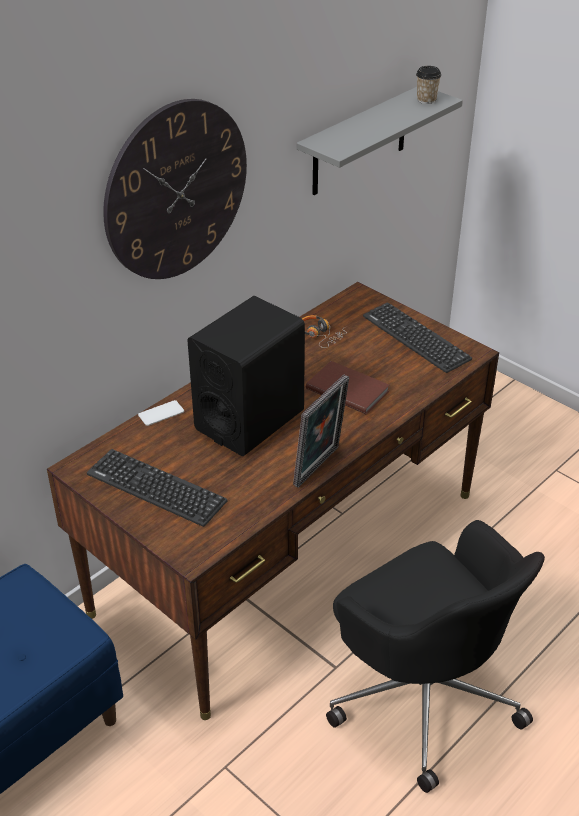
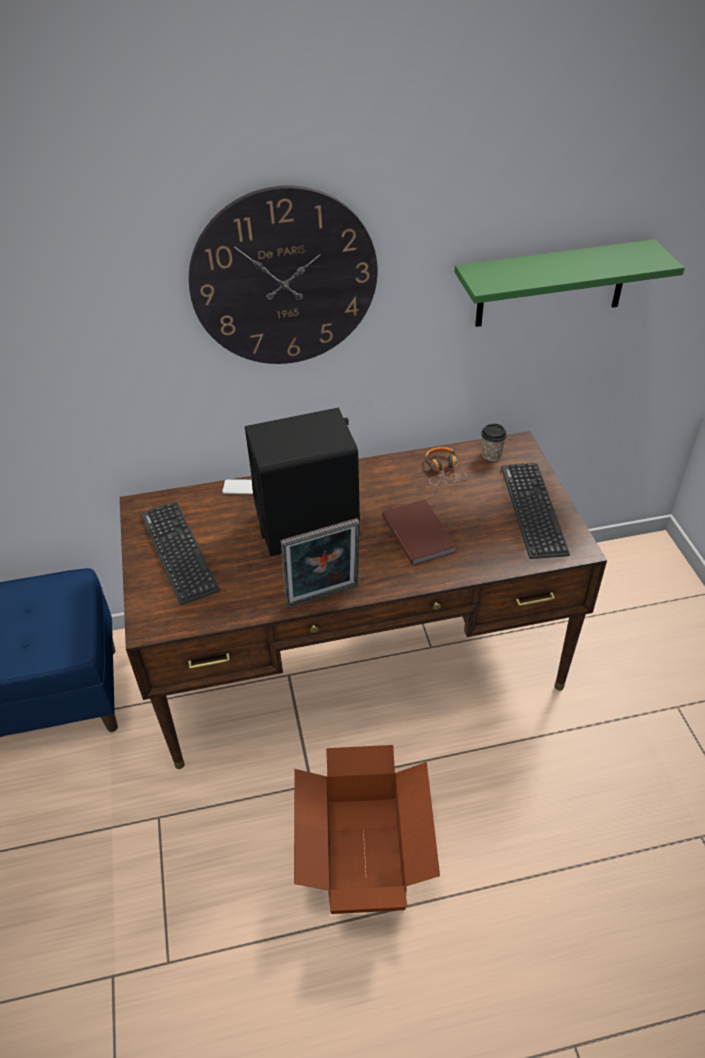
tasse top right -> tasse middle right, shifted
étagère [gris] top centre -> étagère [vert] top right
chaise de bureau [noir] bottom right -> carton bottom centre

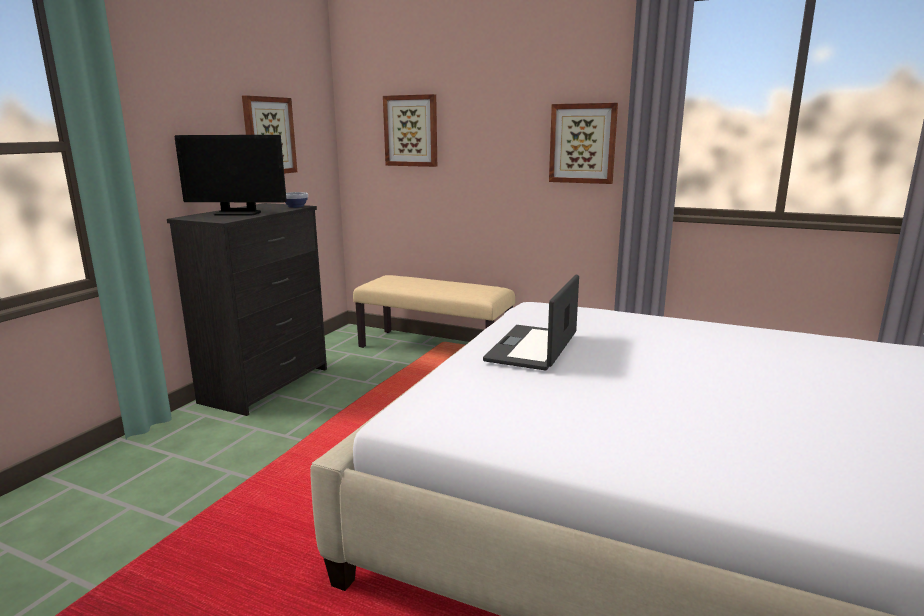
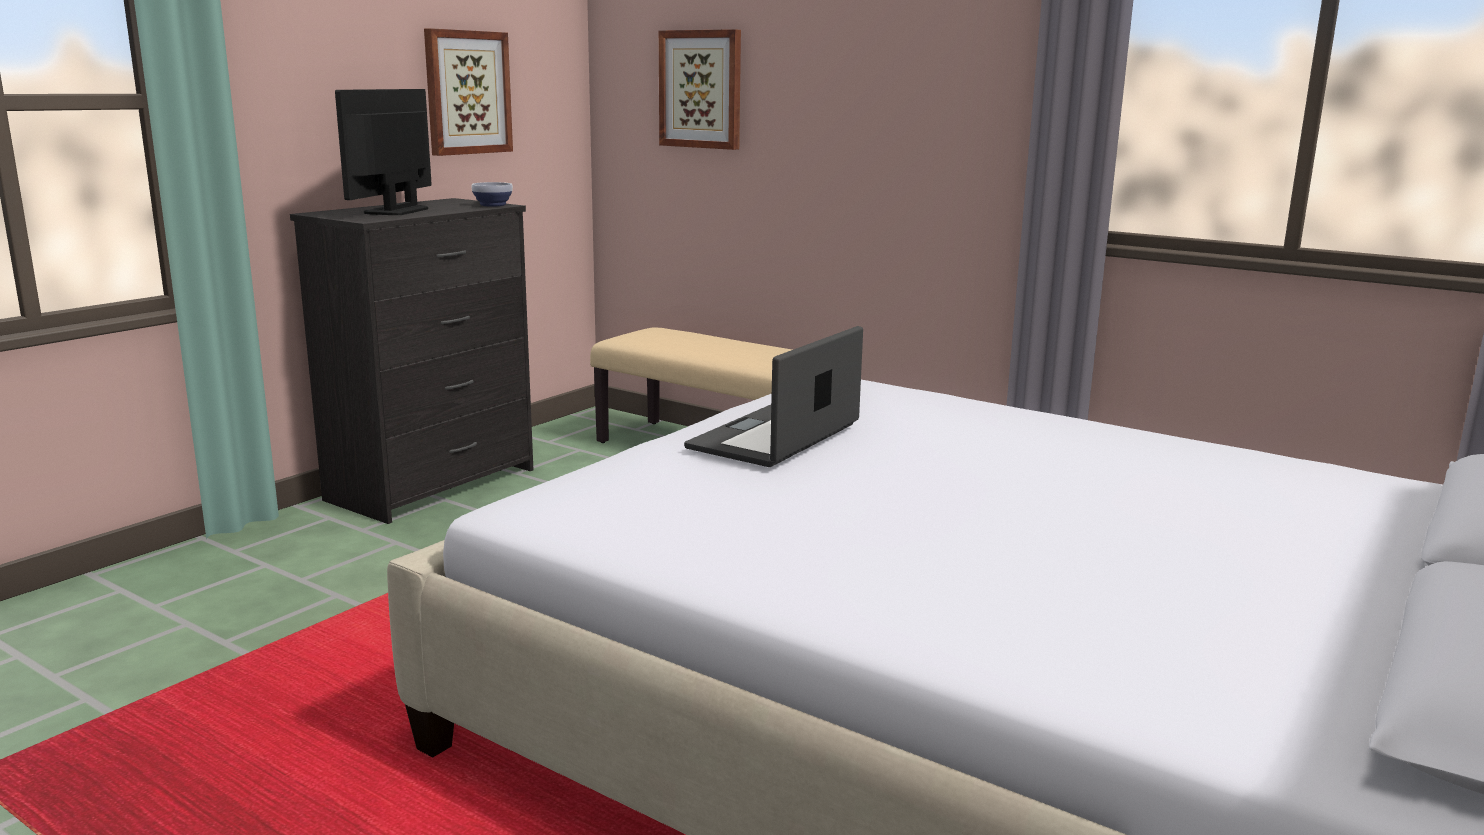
tableau (no. 3 from left) top centre -> none
écran d'ordinateur top left, 90 degrees clockwise

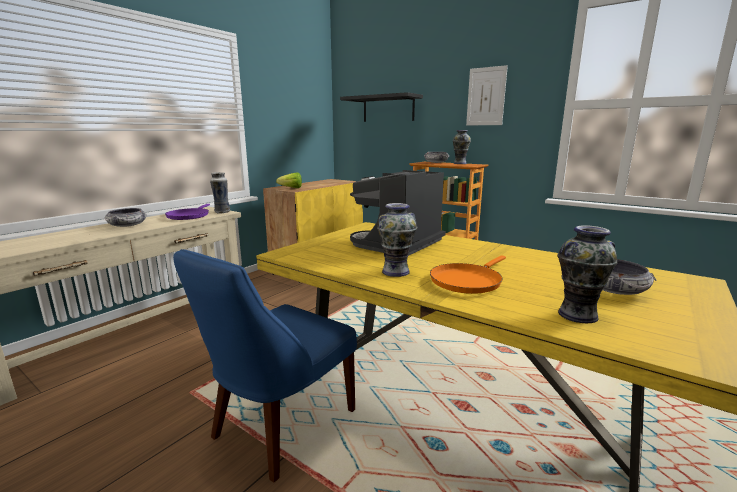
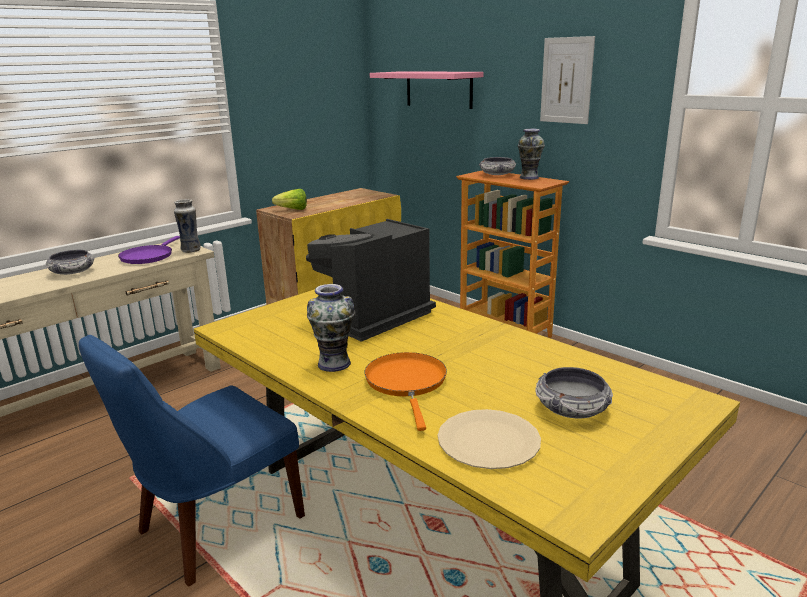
étagère [noir] top centre -> étagère [rose] top centre
vase (no. 4 from left) middle right -> assiette [beige] bottom centre
poêle [orange] centre, 120 degrees clockwise

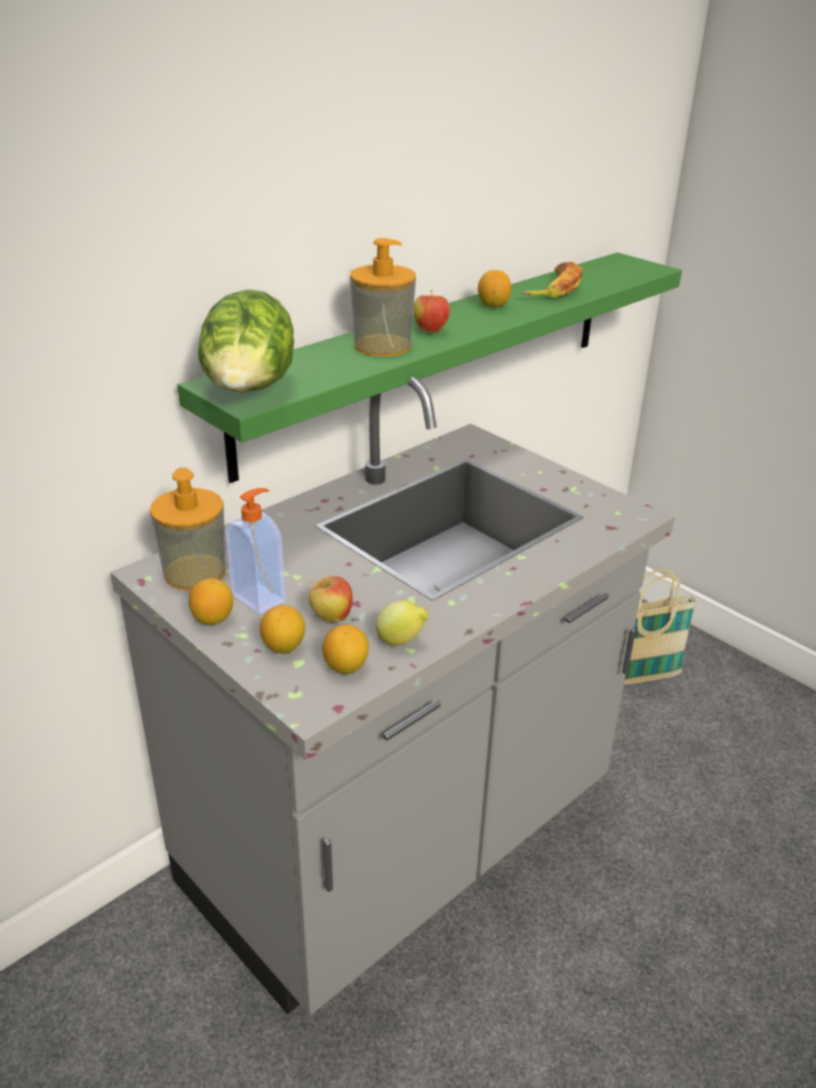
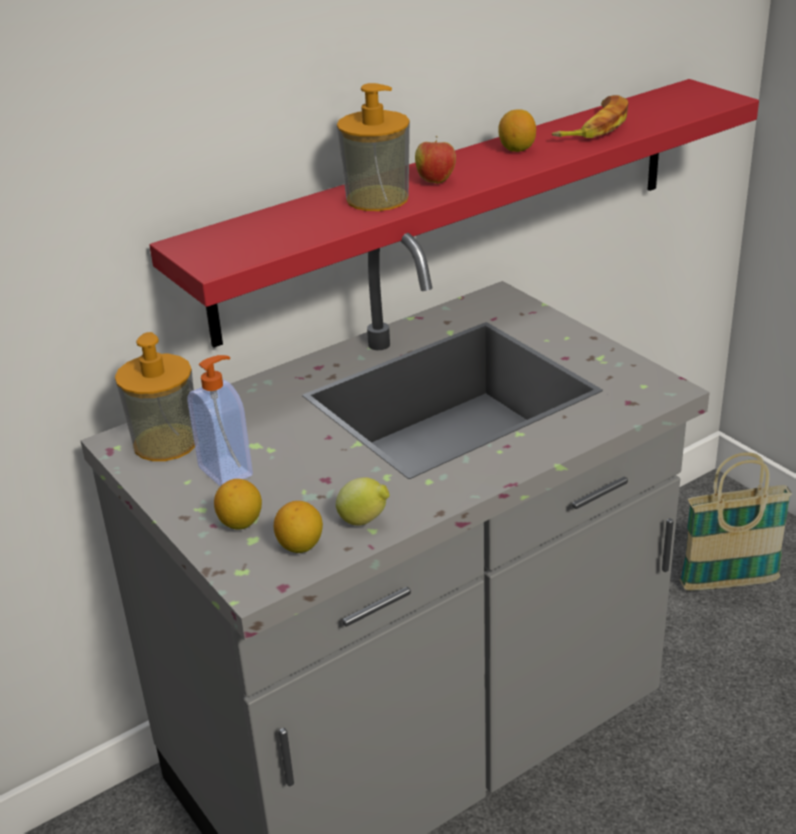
étagère [vert] centre -> étagère [rouge] top centre
laitue top left -> none
pomme (no. 1 from left) centre -> none
citron (no. 1 from left) middle left -> none

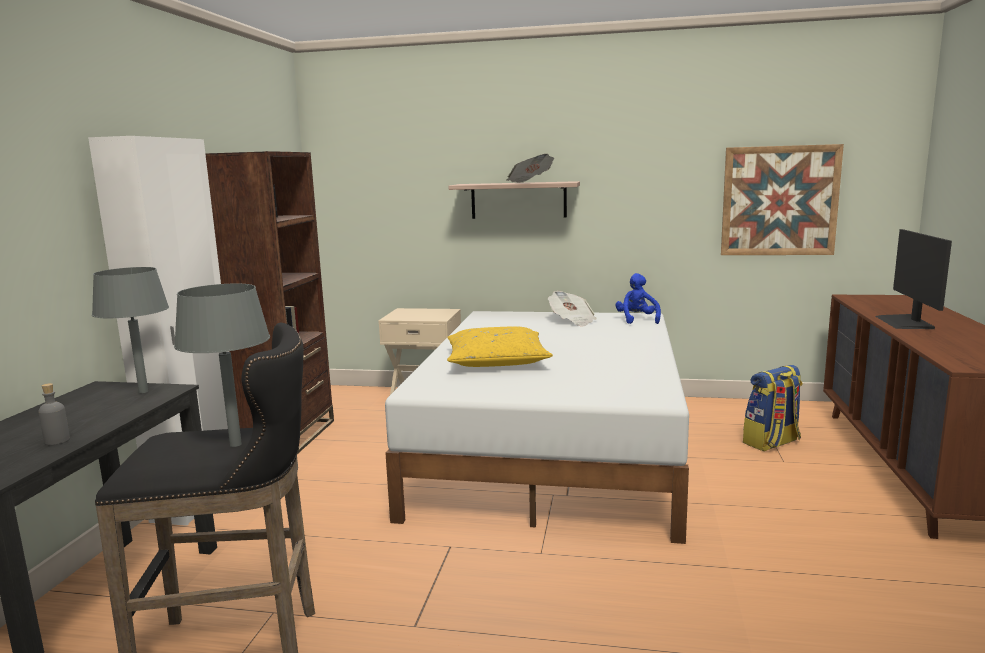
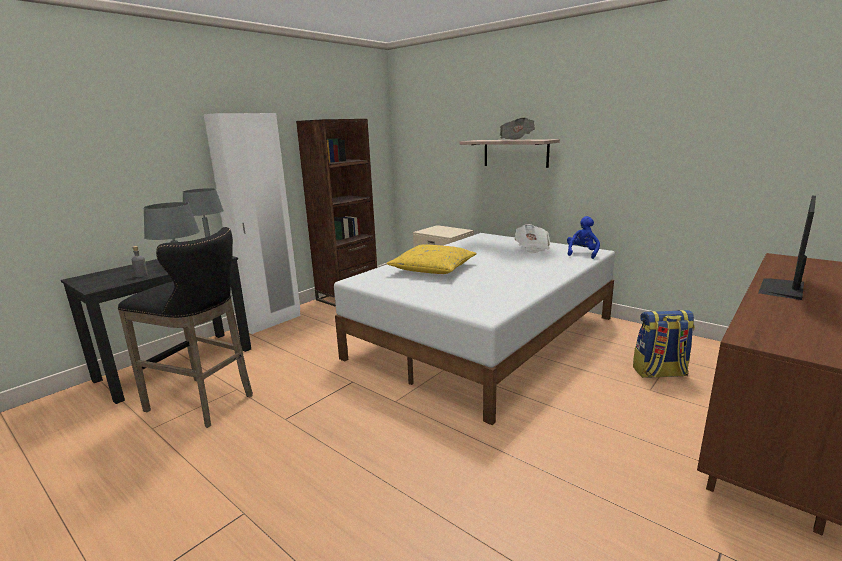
tableau top right -> none

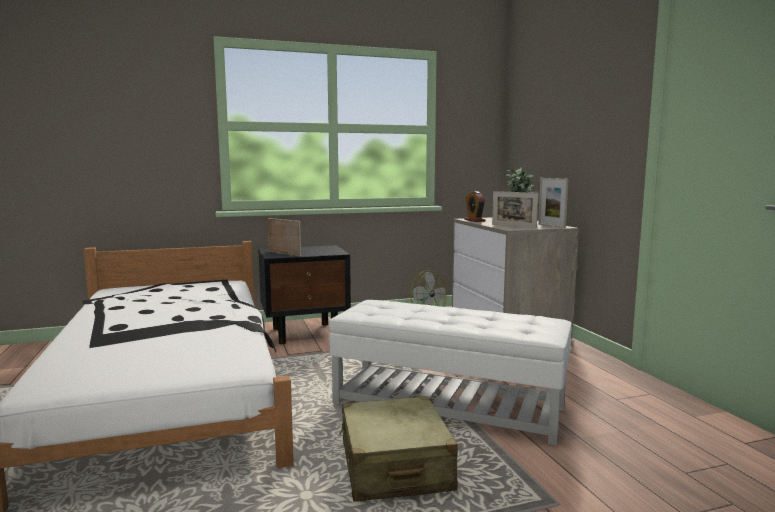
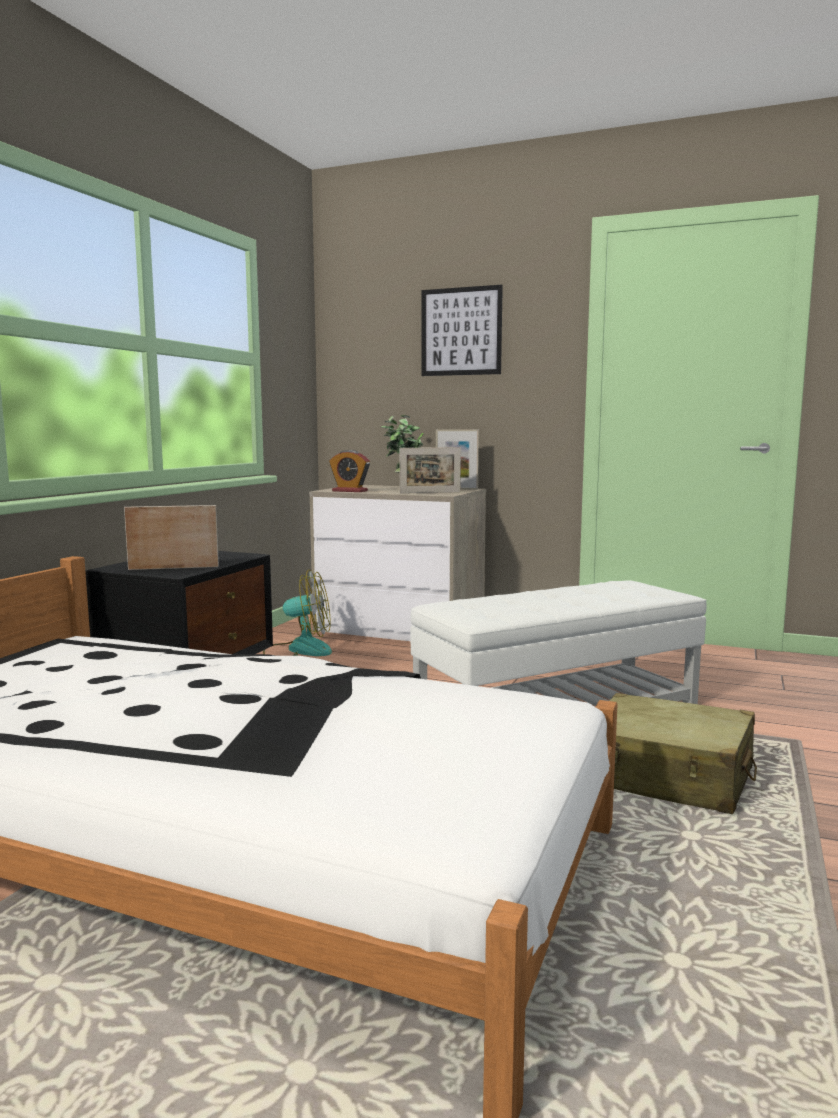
none -> tableau top centre

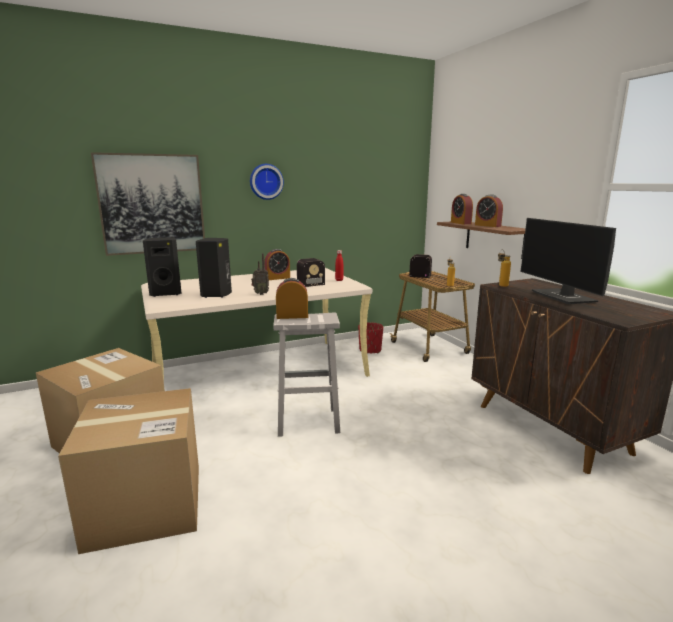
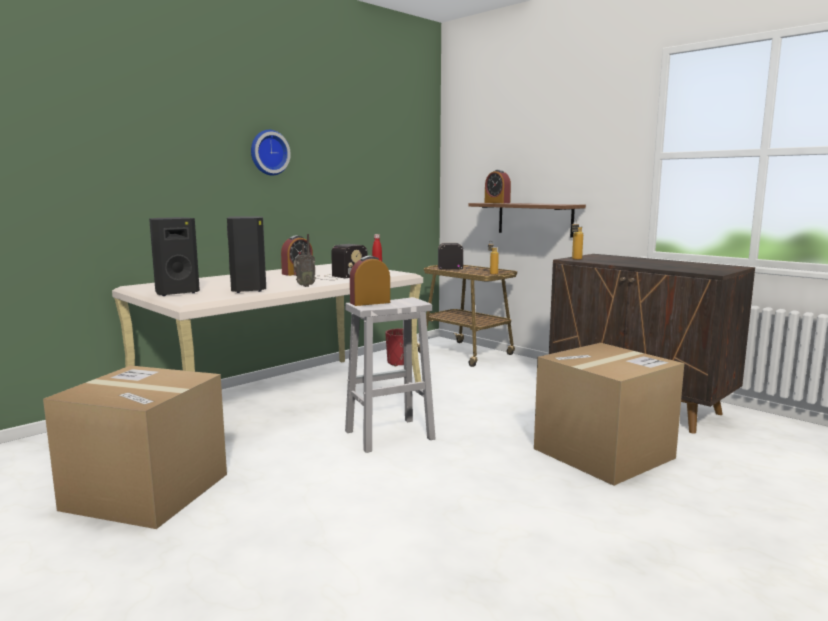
tableau top left -> none
réveil (no. 4 from left) middle right -> none
écran d'ordinateur middle right -> none
carton (no. 2 from left) bottom left -> carton (no. 2 from left) bottom right, shifted

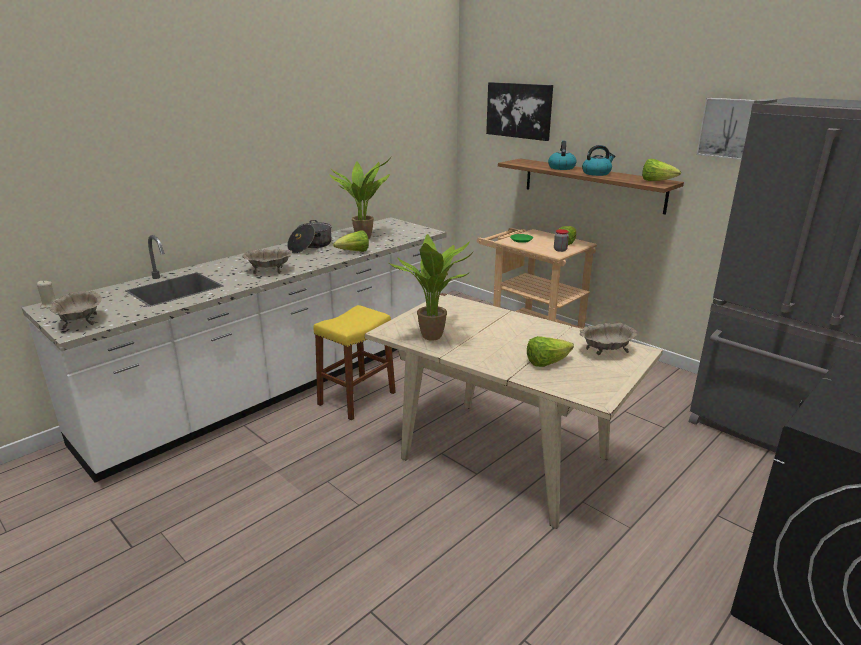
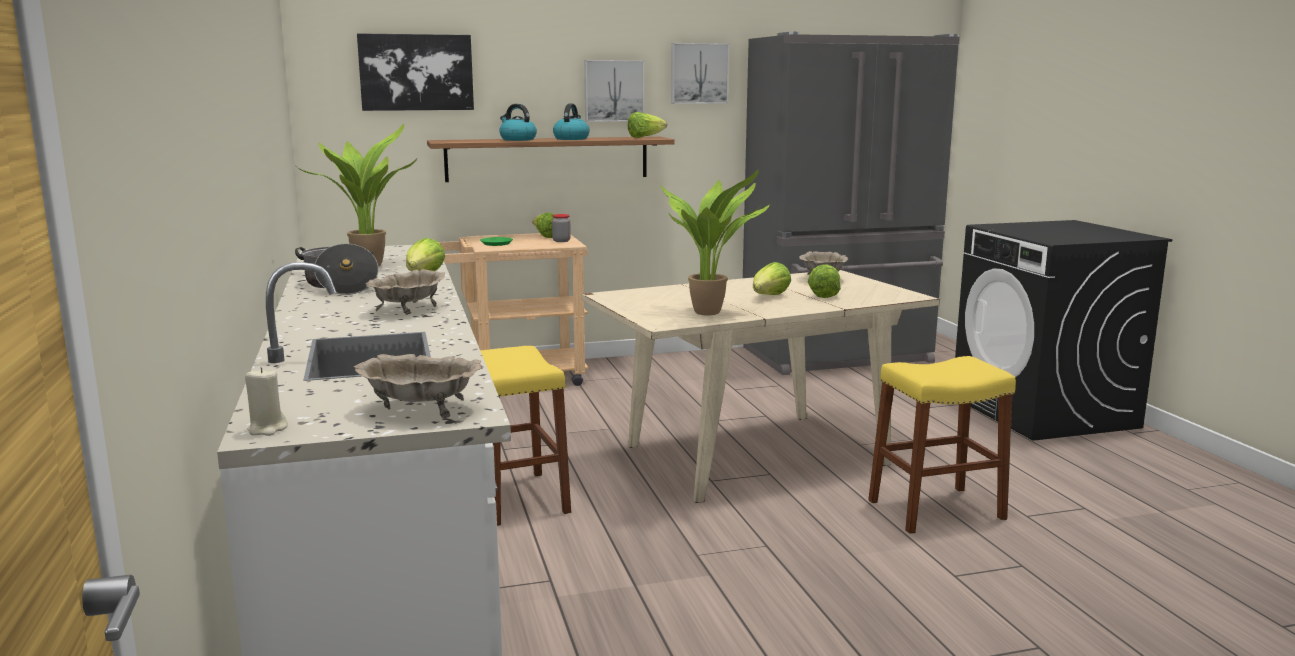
none -> tableau (no. 2 from left) top centre
none -> laitue (no. 4 from left) centre
none -> tabouret [jaune] (no. 2 from left) bottom right

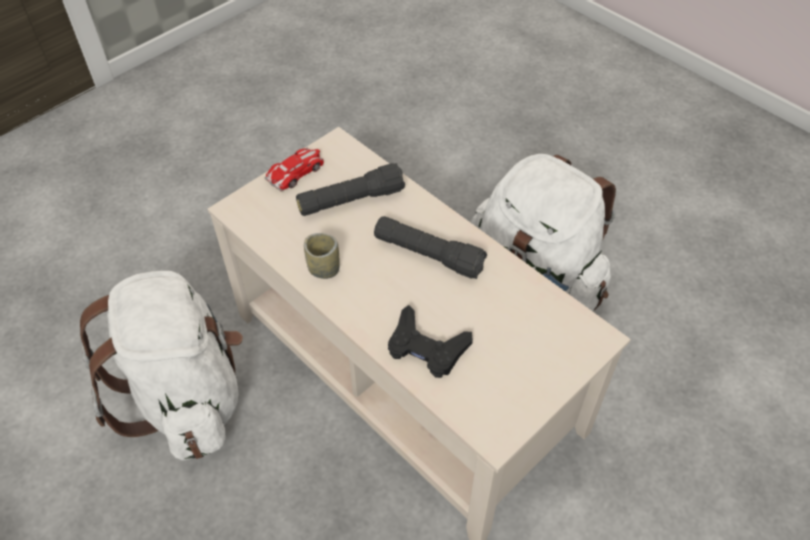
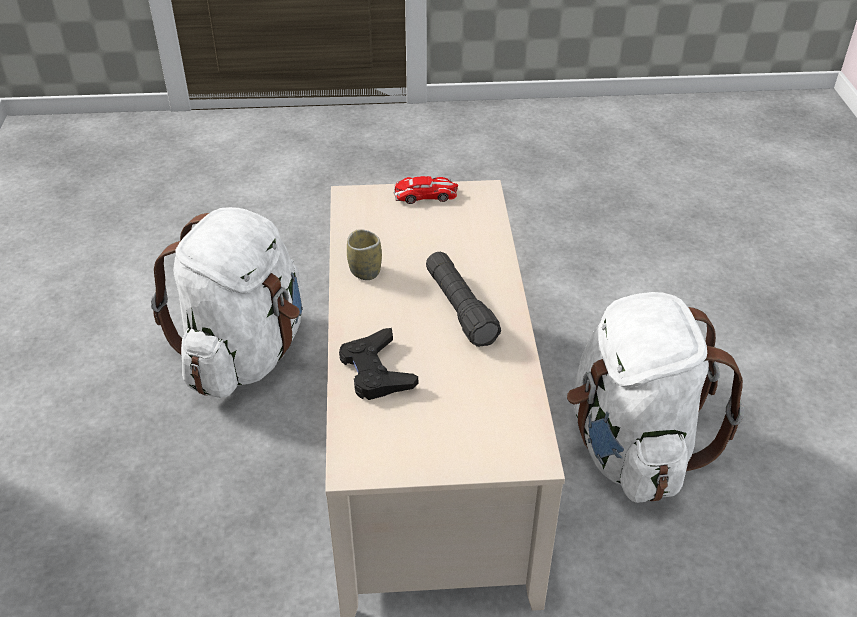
lampe de poche [noir] (no. 1 from left) centre -> none

